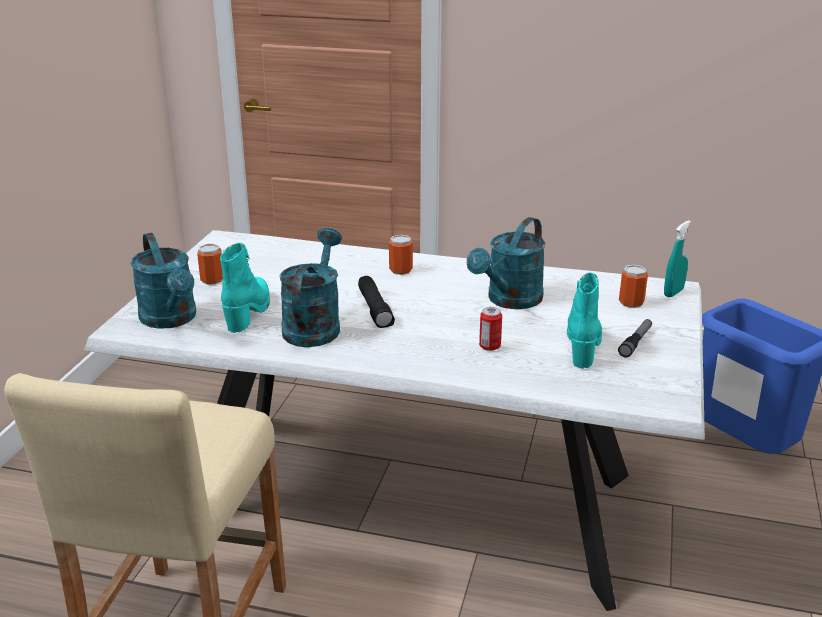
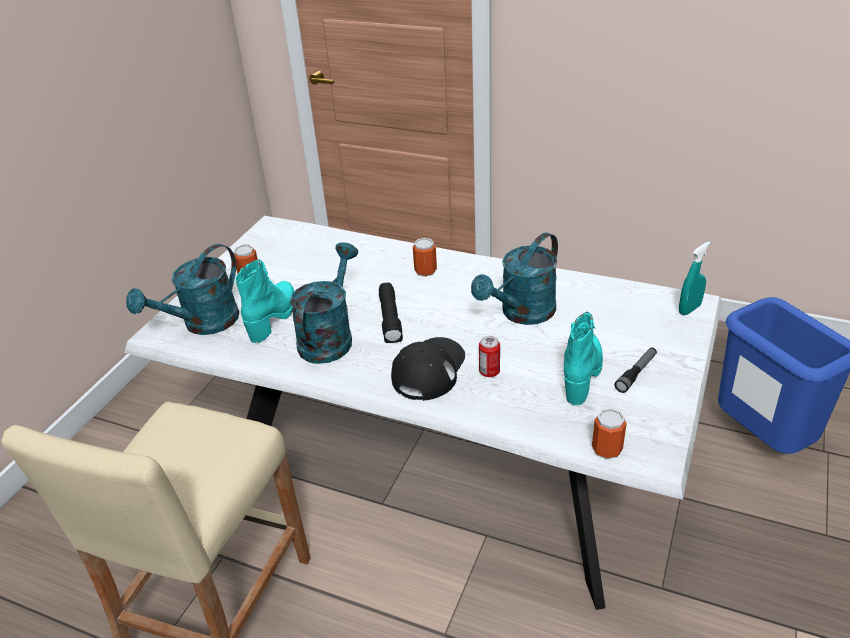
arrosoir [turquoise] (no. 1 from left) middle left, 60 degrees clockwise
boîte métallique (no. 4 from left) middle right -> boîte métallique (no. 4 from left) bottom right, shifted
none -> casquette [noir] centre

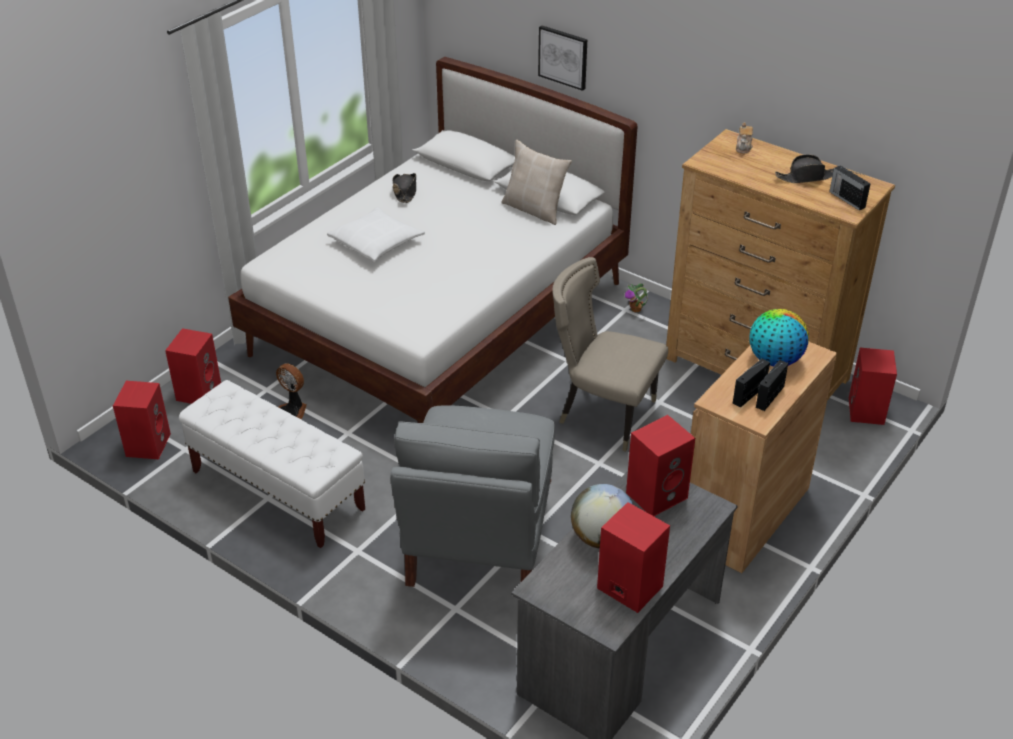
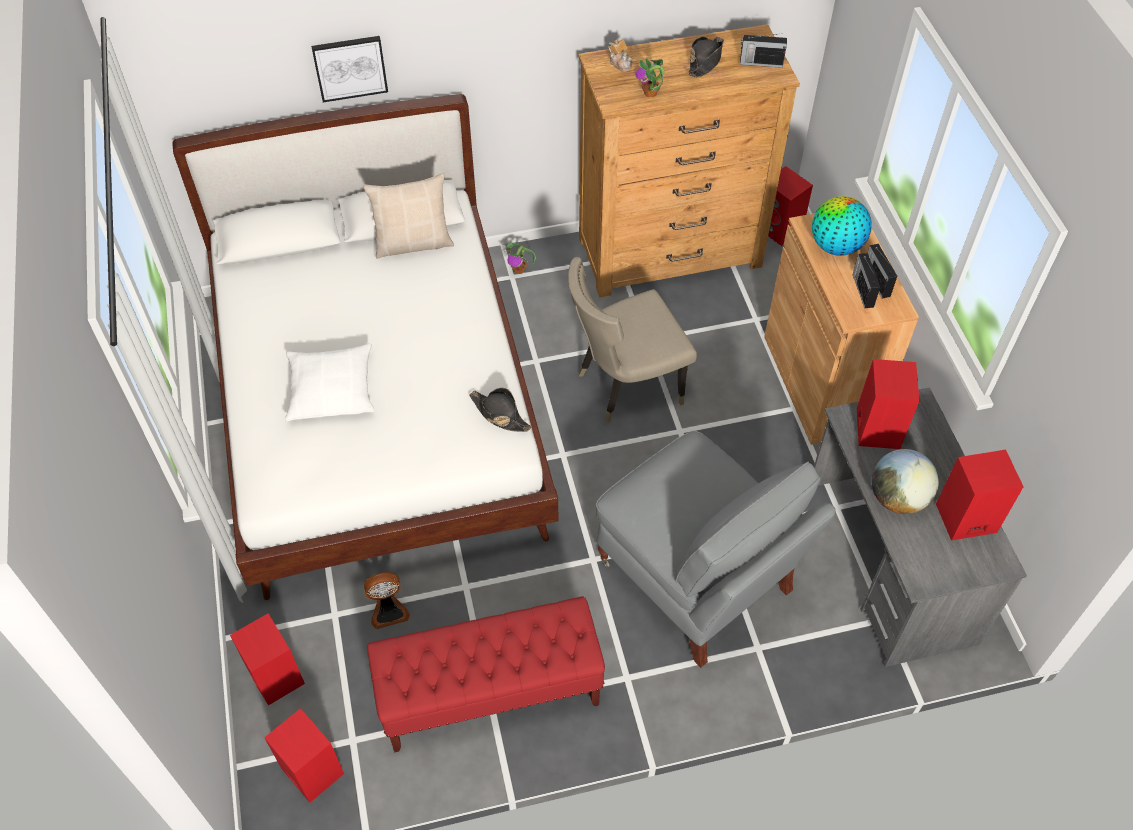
chapeau [noir] (no. 1 from left) top centre -> chapeau [noir] (no. 1 from left) centre, shifted
banc [blanc] middle left -> banc [rouge] bottom centre
none -> plante en pot (no. 2 from left) top centre

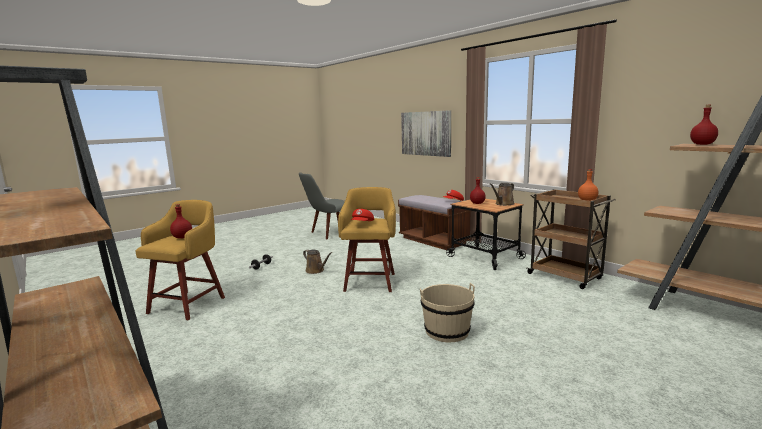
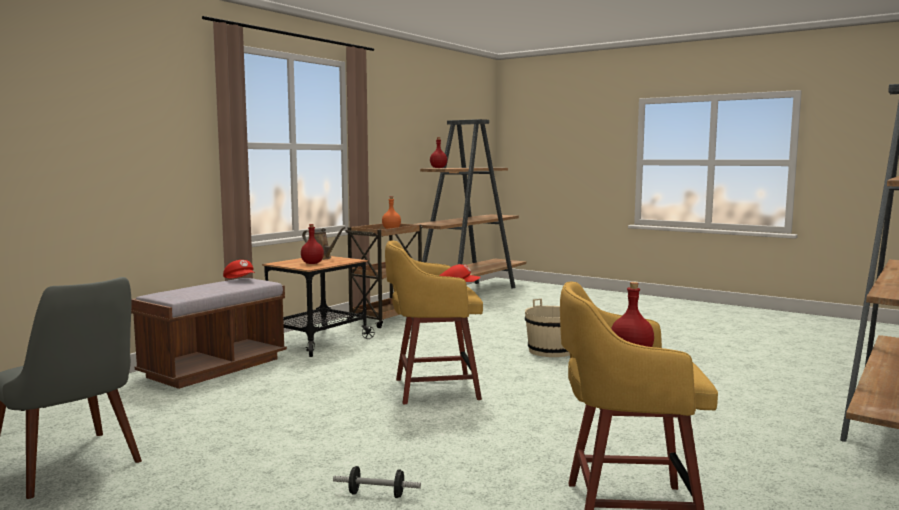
tableau top centre -> none
arrosoir [marron] (no. 1 from left) centre -> none

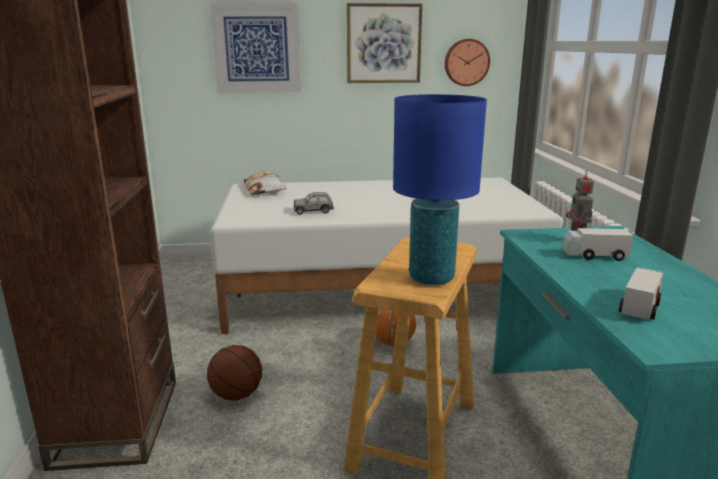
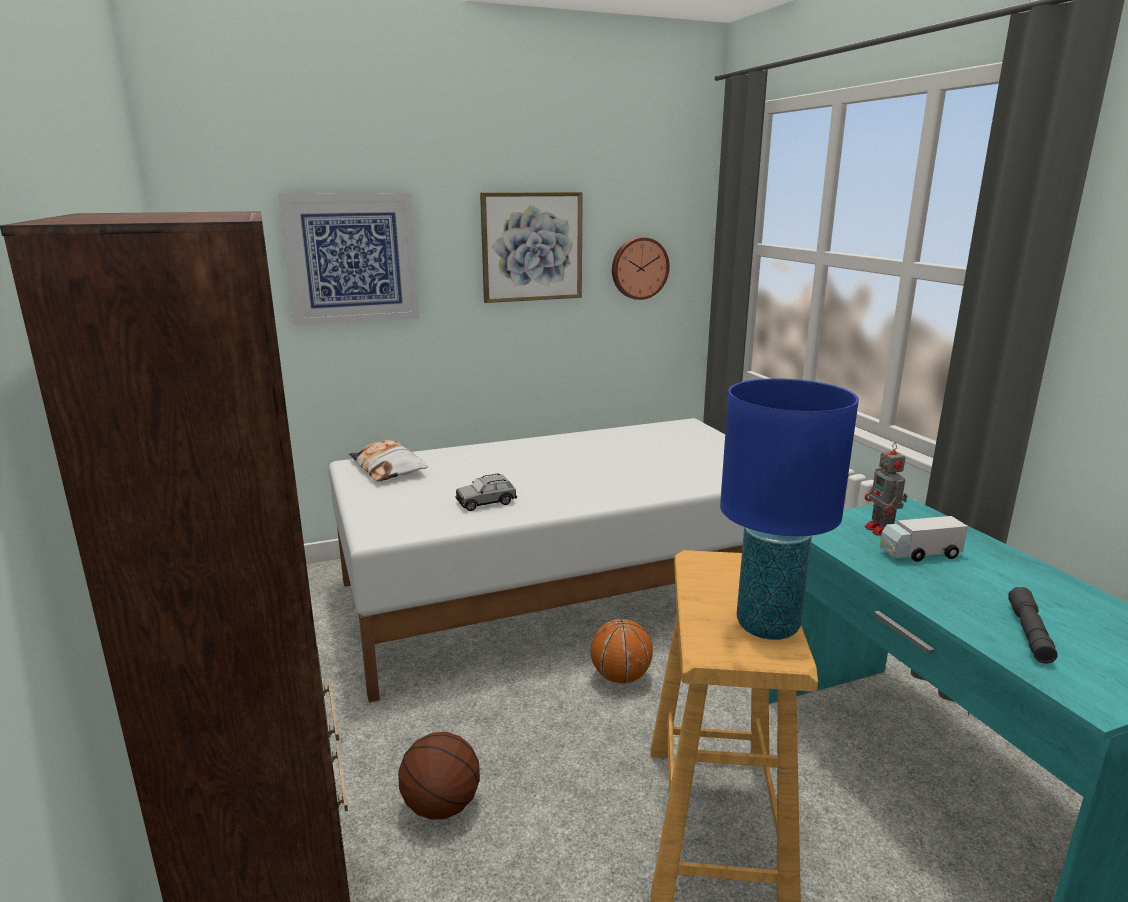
camion jouet (no. 2 from left) middle right -> lampe de poche [gris] bottom right

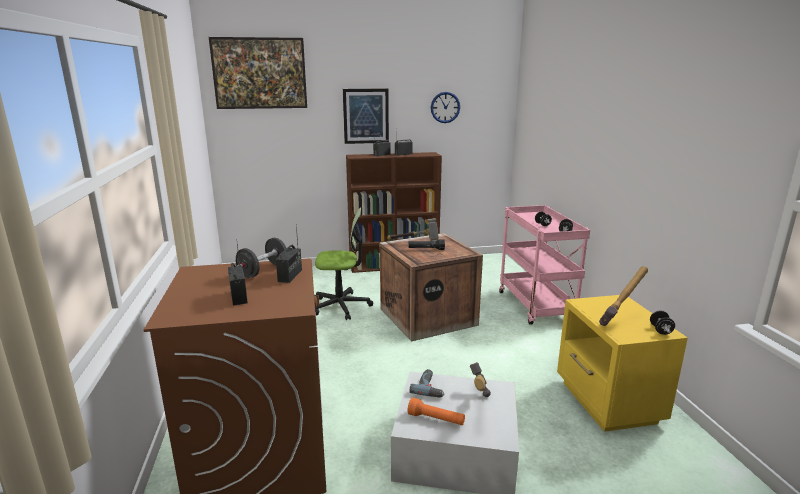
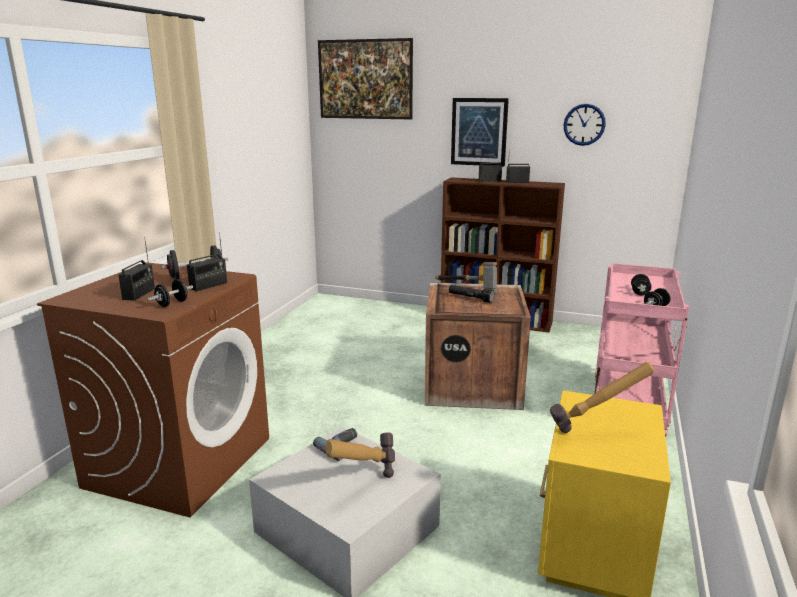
chaise de bureau centre -> none
haltère [noir] (no. 4 from left in the first image) middle right -> haltère [noir] (no. 1 from left) middle left, shifted
lampe de poche [orange] bottom centre -> none

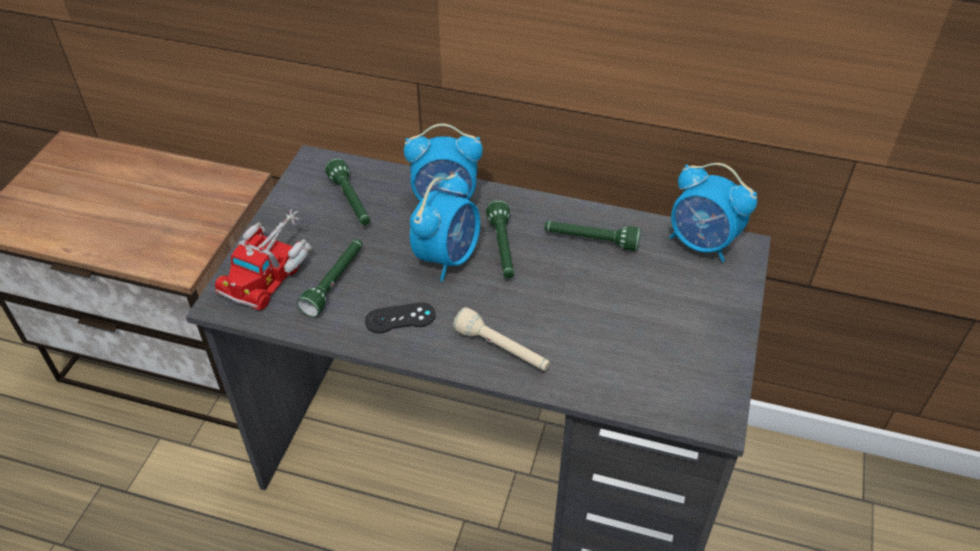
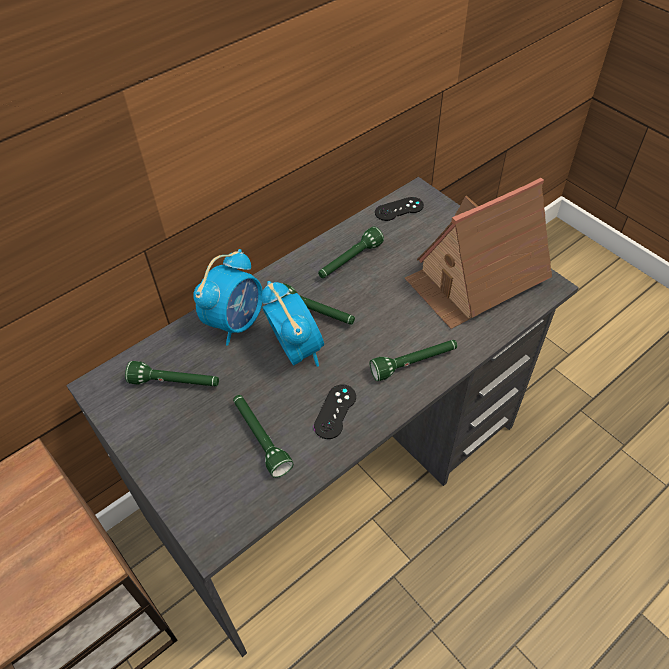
réveil (no. 3 from left) middle right -> manette [noir] (no. 2 from left) top centre
camion jouet middle left -> none
lampe de poche [beige] centre -> lampe de poche [vert] (no. 5 from left) centre
none -> maison miniature middle right

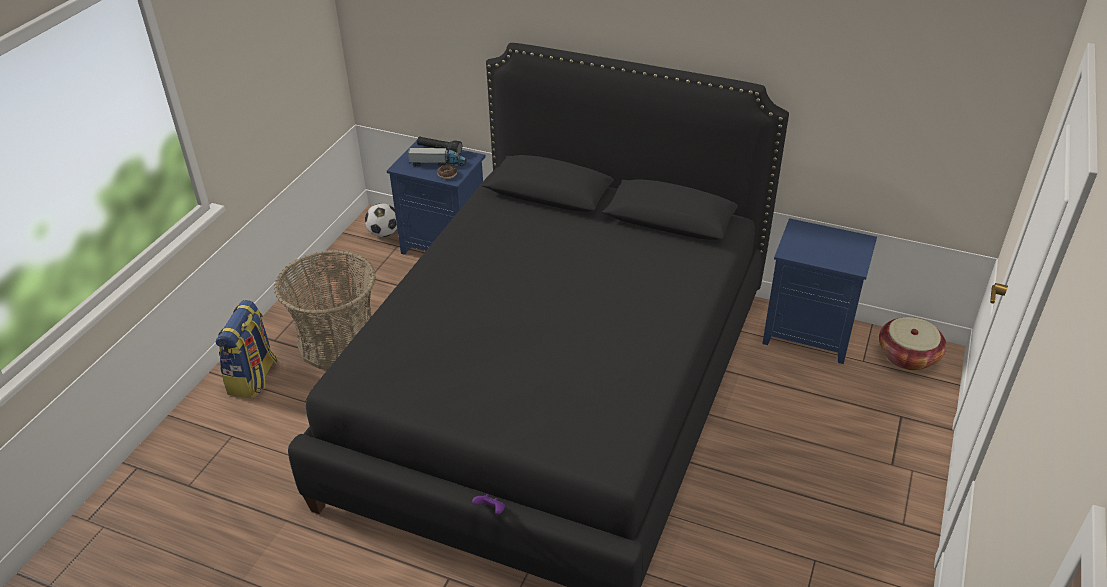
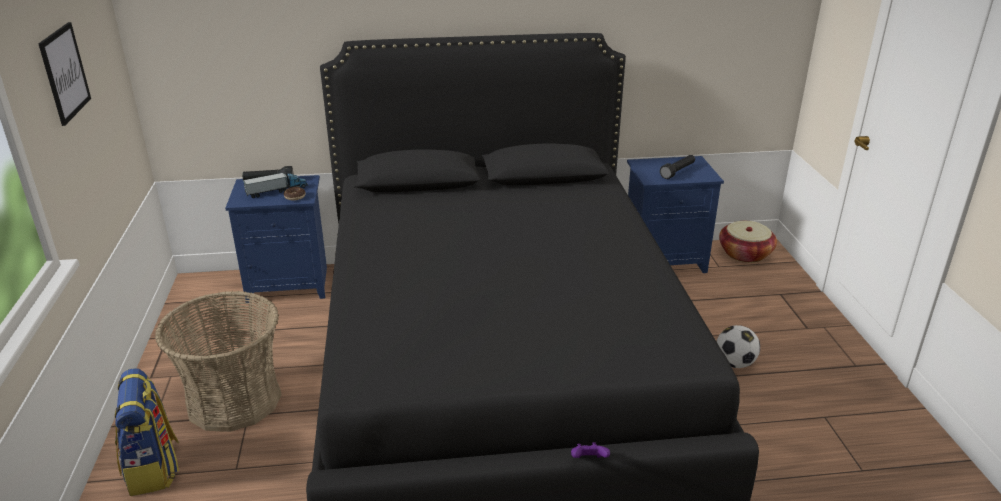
ballon de foot centre -> ballon de foot bottom right, shifted
none -> tableau top left
none -> lampe de poche [noir] (no. 2 from left) middle right

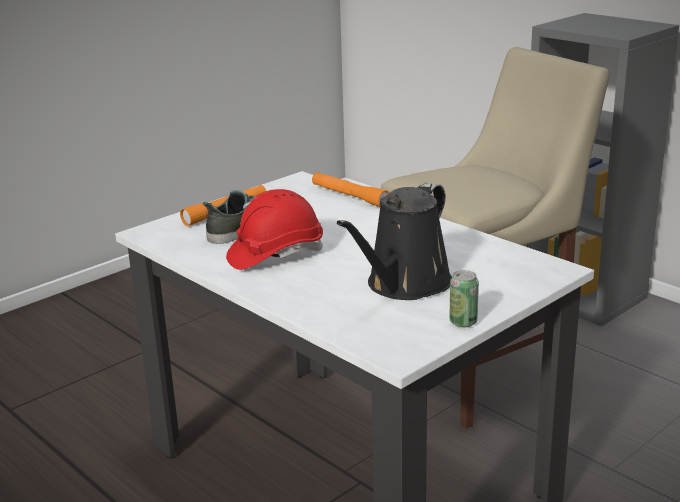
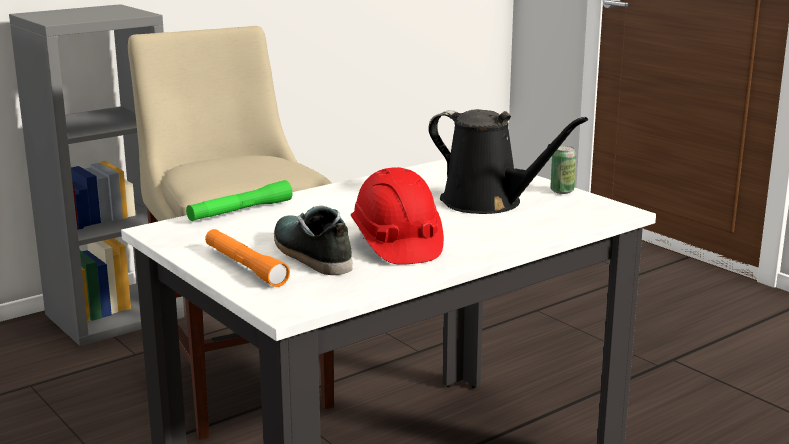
lampe de poche [orange] (no. 2 from left) centre -> lampe de poche [vert] middle left

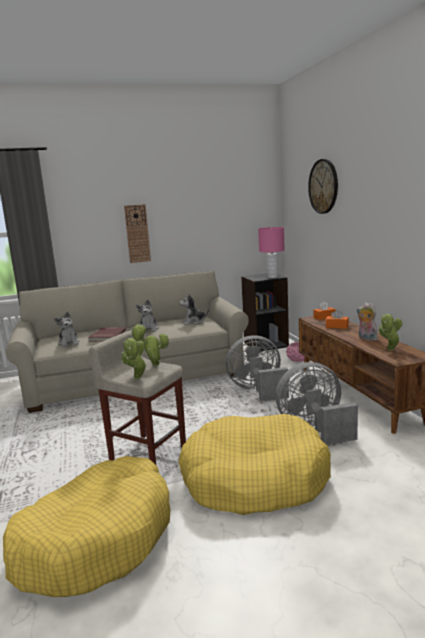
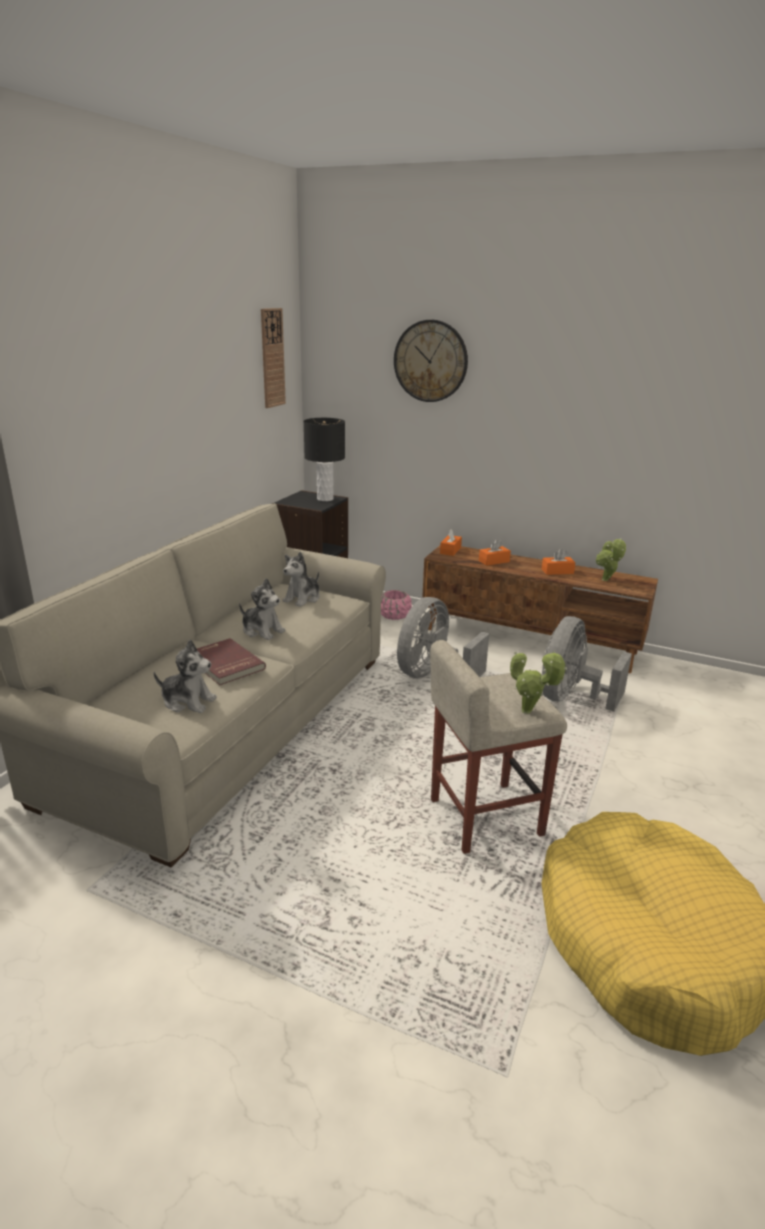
horloge murale (no. 1 from left) middle left -> horloge murale (no. 1 from left) top centre, shifted
lampe de table [rose] centre -> lampe de table [noir] centre
peluche (no. 4 from left) middle right -> boîte à mouchoirs [orange] (no. 3 from left) middle right
plante en pot (no. 2 from left) centre -> none
panier pour chien [jaune] (no. 2 from left) bottom centre -> none

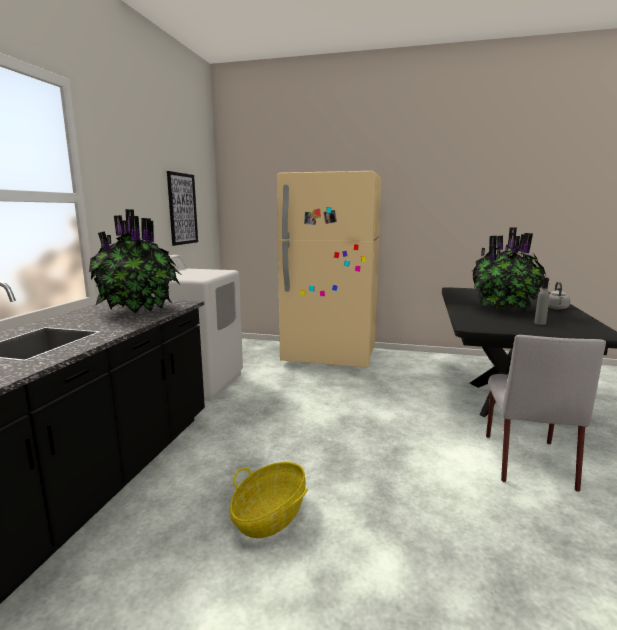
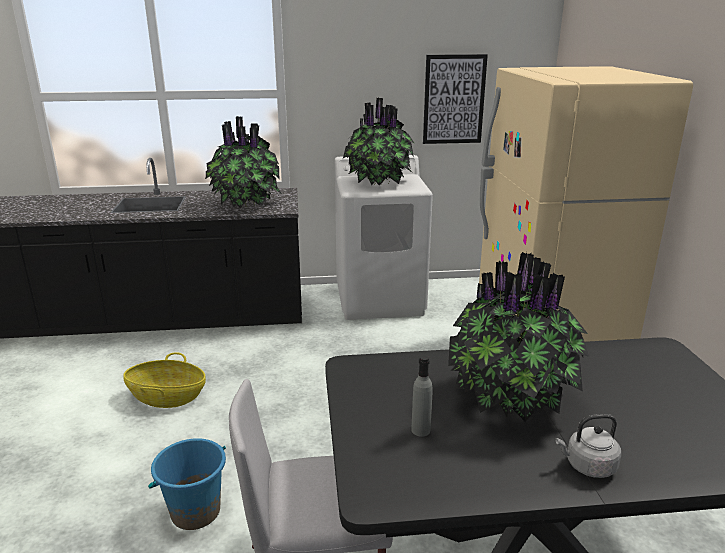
none -> plante en pot (no. 2 from left) top centre
none -> seau [bleu] bottom left

